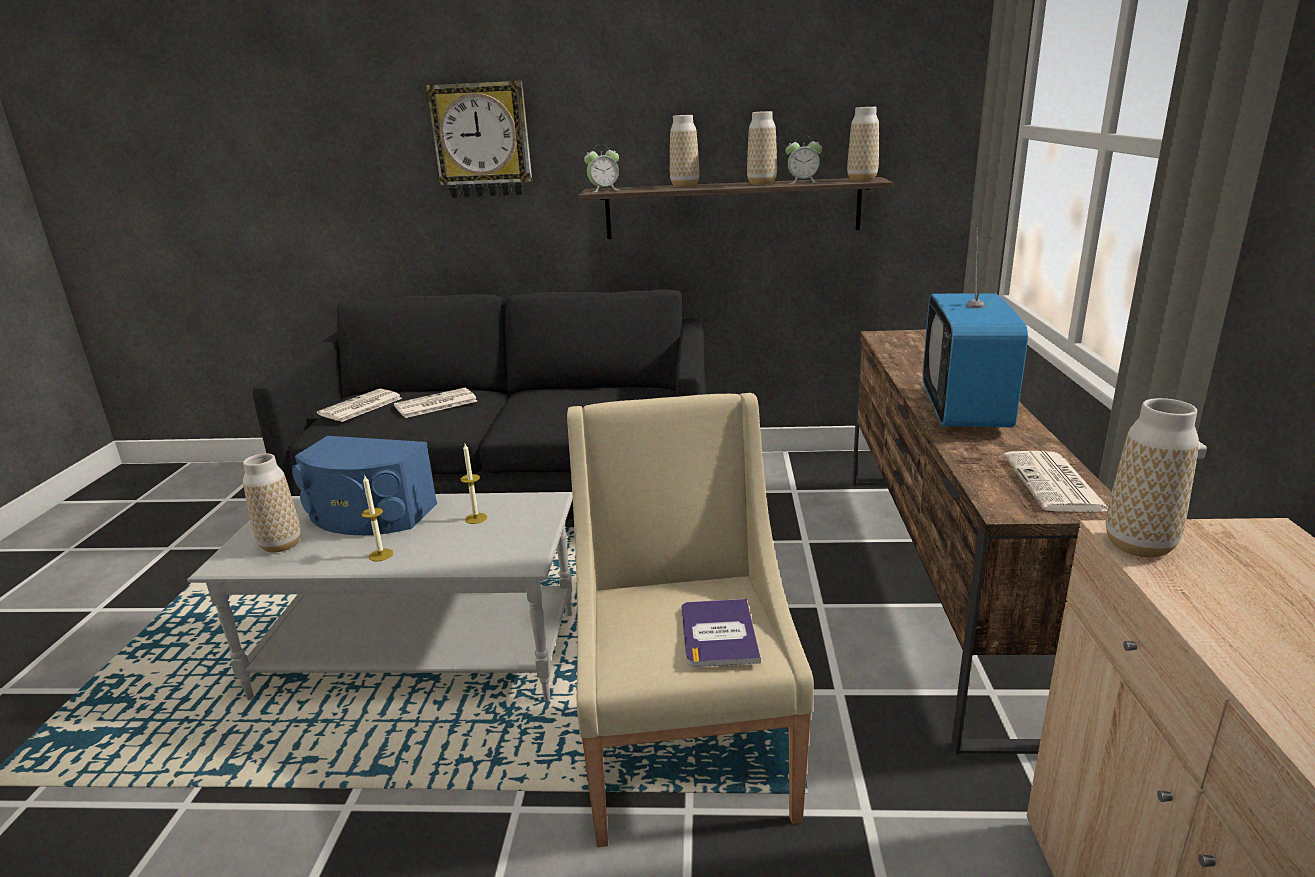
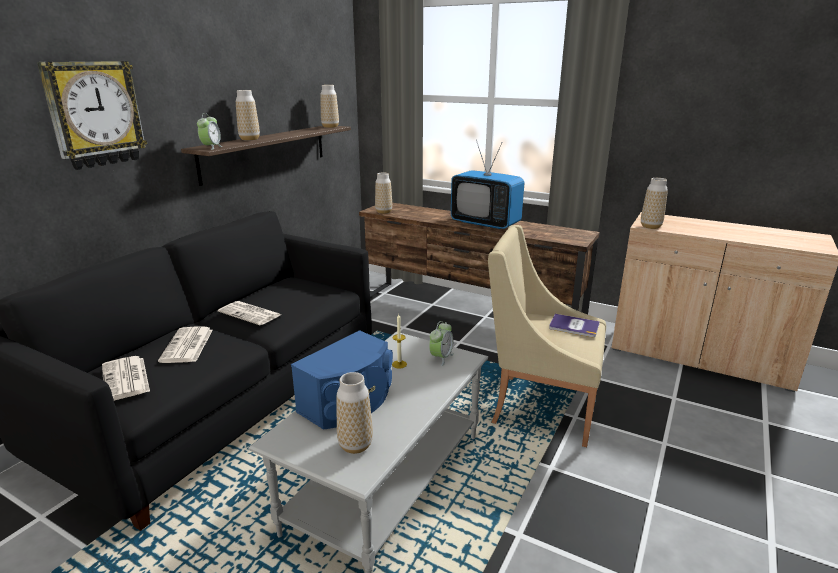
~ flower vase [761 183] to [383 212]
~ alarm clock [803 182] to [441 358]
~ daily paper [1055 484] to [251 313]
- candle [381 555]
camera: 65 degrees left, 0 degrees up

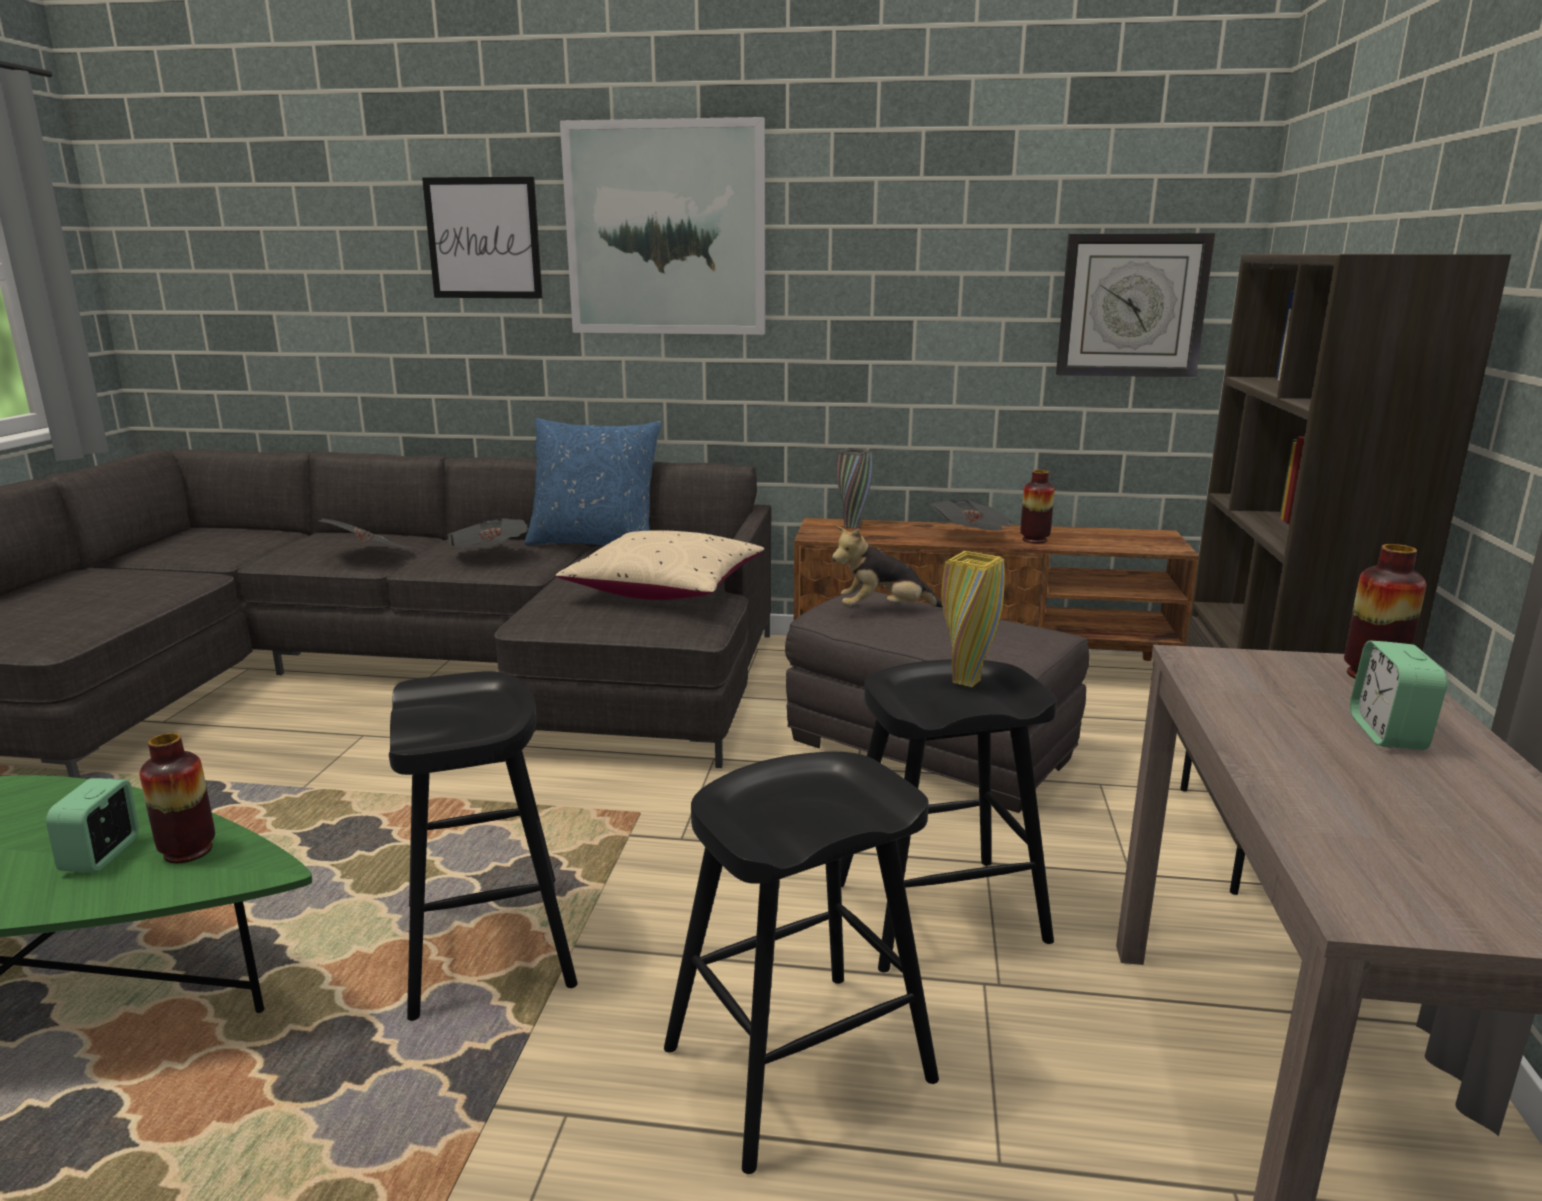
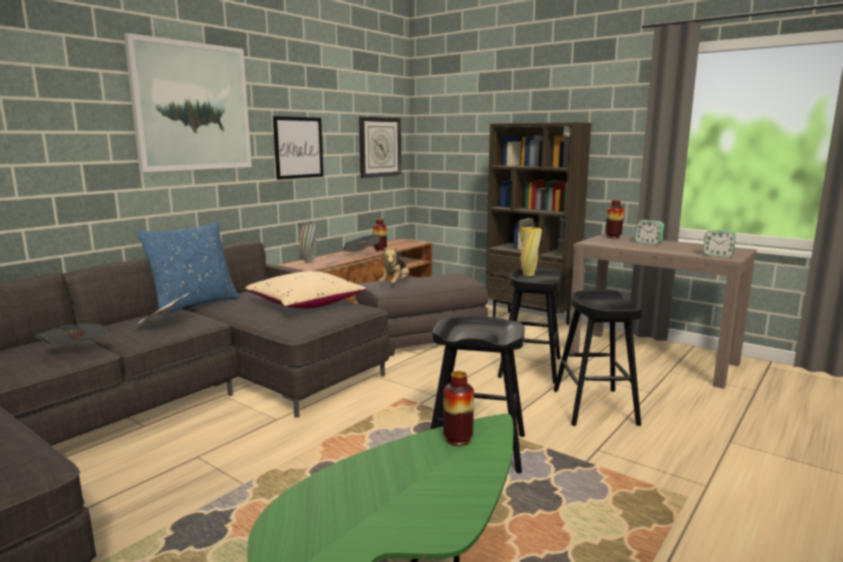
~ wall art [483 238] to [298 147]
~ alarm clock [102 855] to [717 255]
camera: 60 degrees left, 5 degrees down

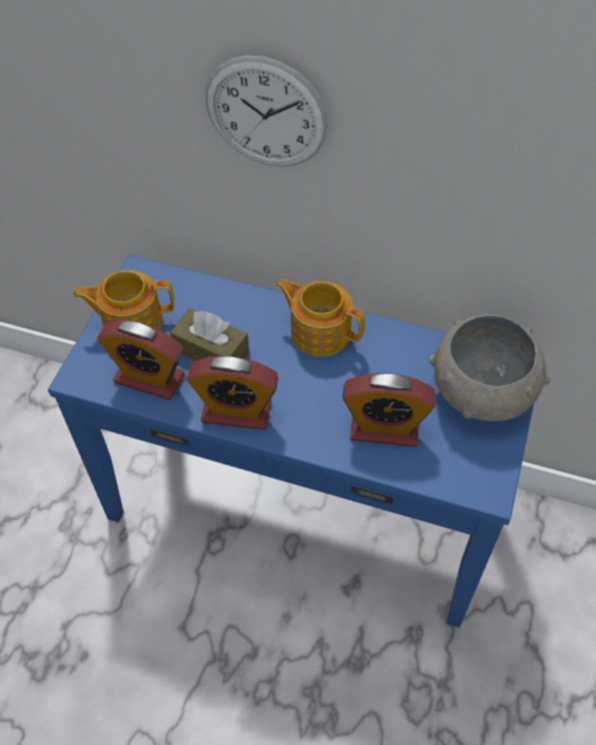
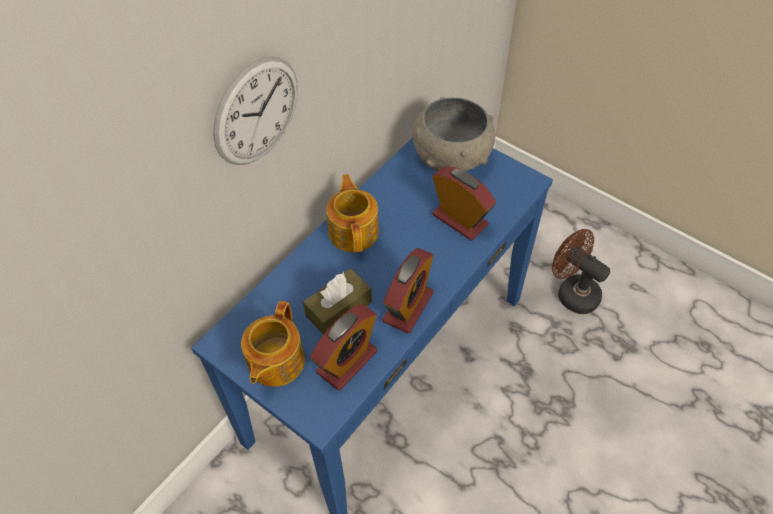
~ tea pot [320 331] = [354 231] 120 degrees clockwise
~ alarm clock [384 428] = [460 220] 75 degrees counterclockwise
+ brownish electric fan [572 292]
camera: 70 degrees left, 0 degrees up

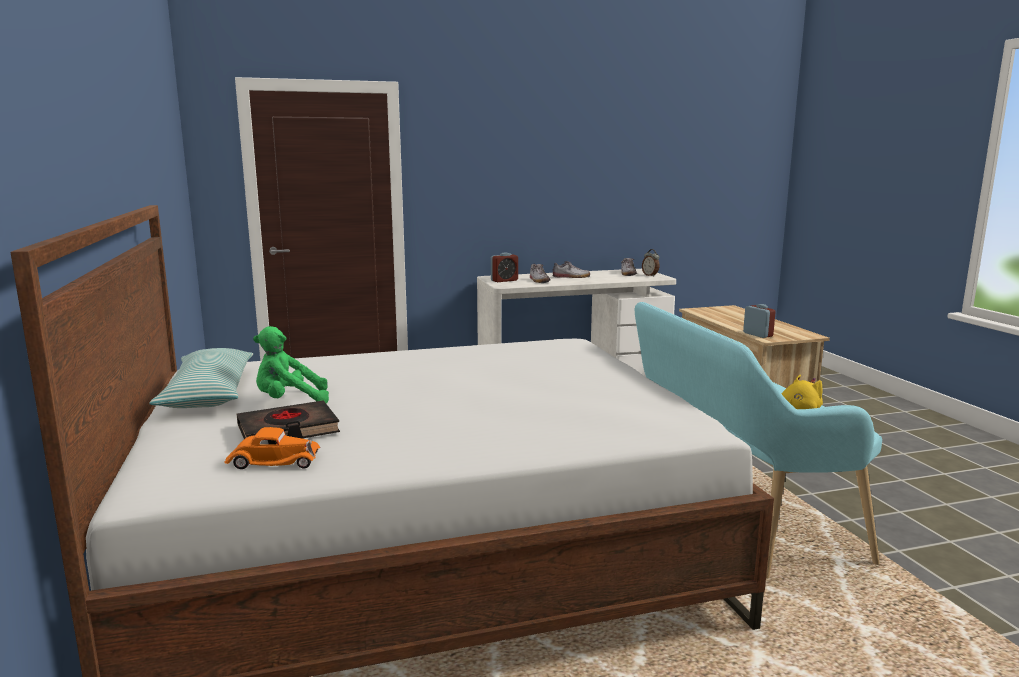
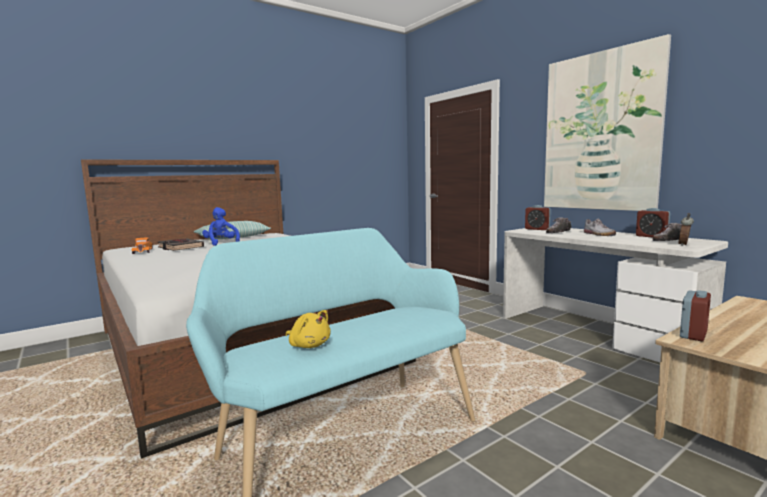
~ green-coloured cuddly toy [290 402] to blue-coloured cuddly toy [221 243]
+ wall art [600 132]
+ alarm clock [651 236]
camera: 70 degrees right, 5 degrees down

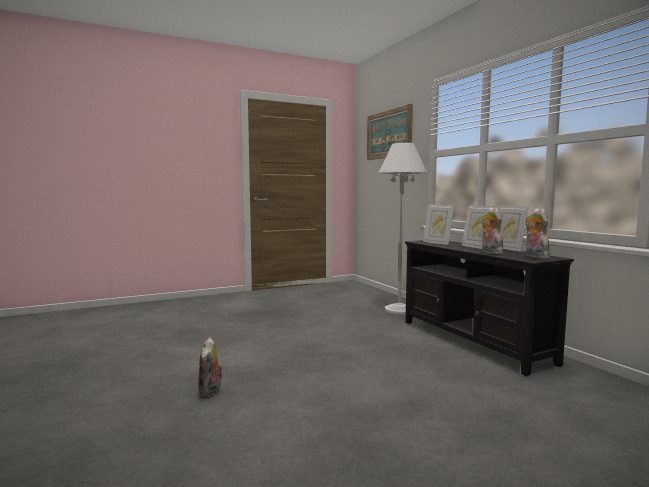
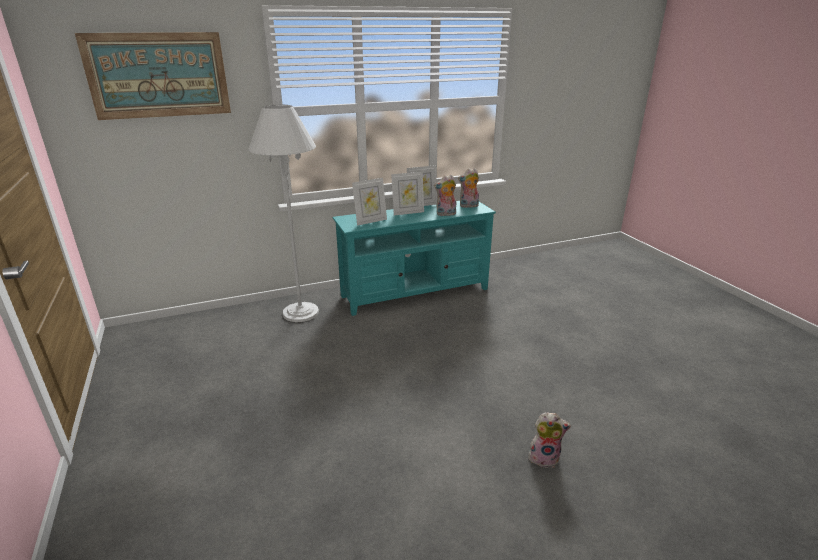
~ black media console [473 341] to turquoise-coloured media console [415 293]
camera: 85 degrees left, 20 degrees up

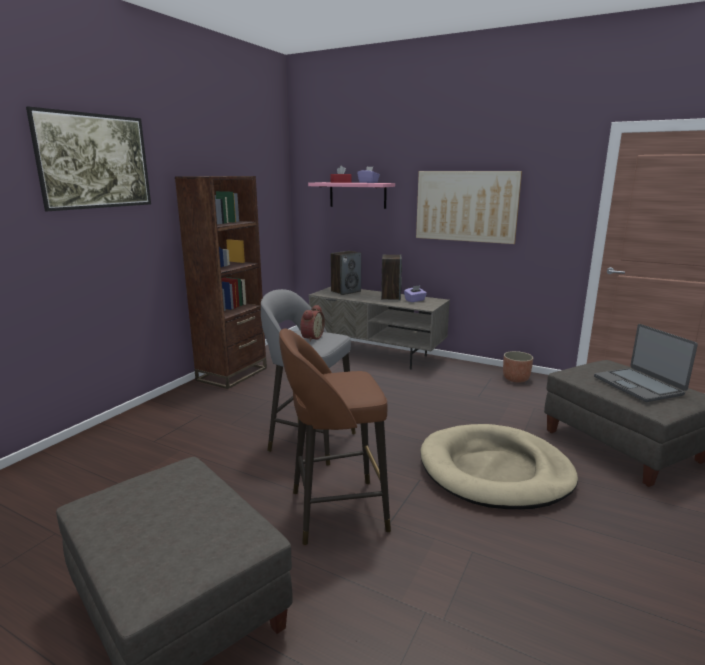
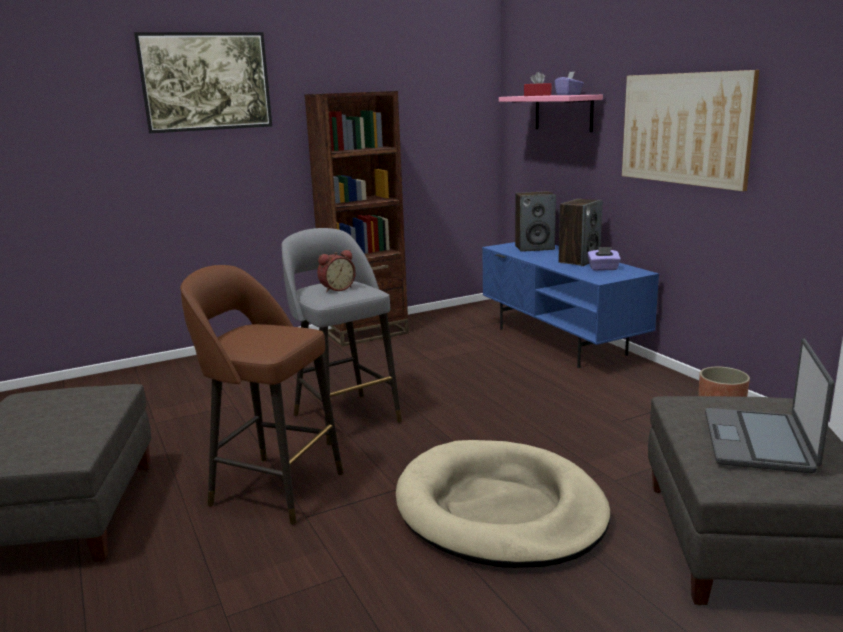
~ grey media console [377 354] to blue-coloured media console [561 341]
camera: 35 degrees right, 0 degrees up

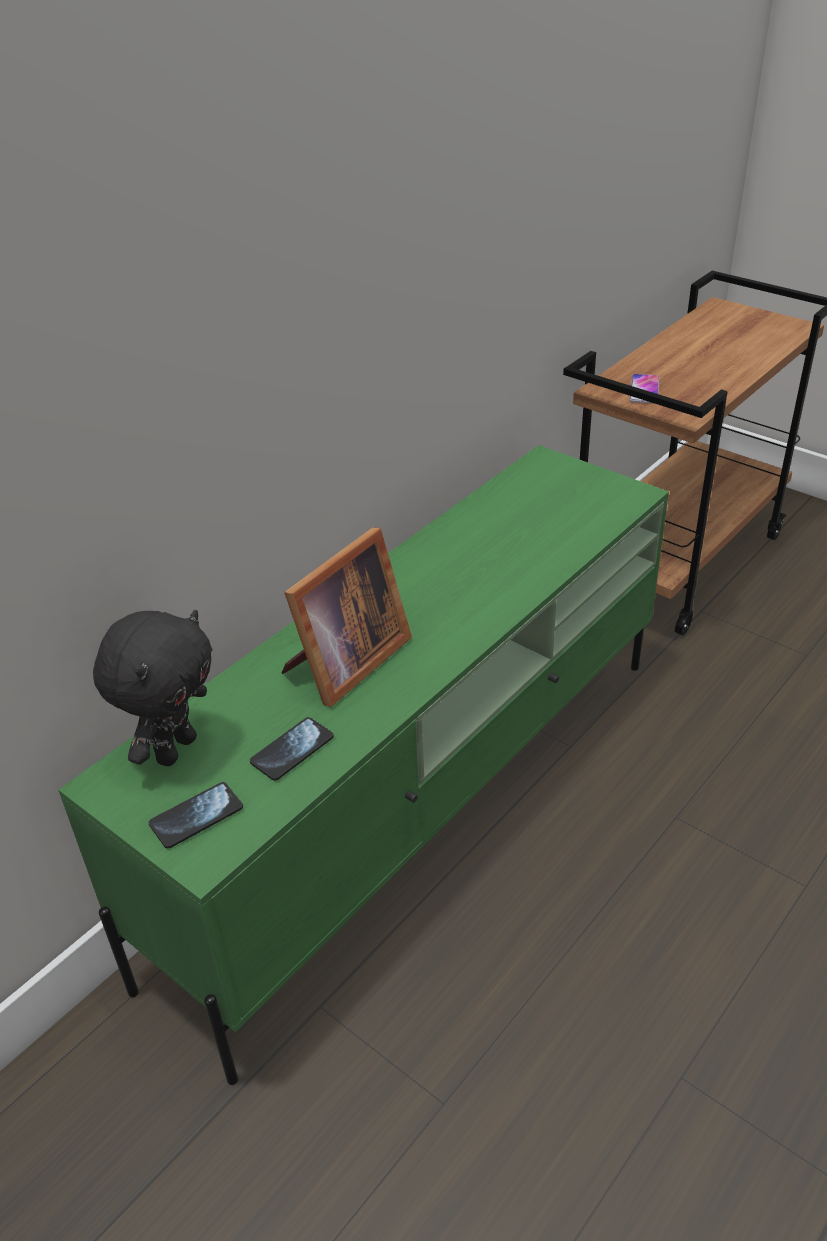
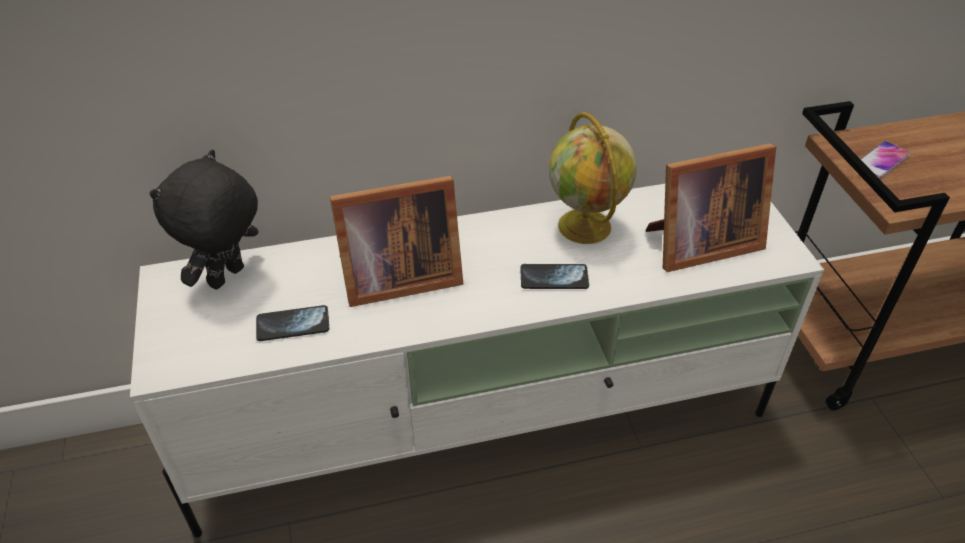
~ green-coloured media console [422 806] to white-coloured media console [485 424]
~ black cuddly toy [175 749] = [228 278] 150 degrees clockwise
~ telephone [196 816] to [554 278]
+ globe [586 227]
+ picture frame [698 245]
camera: 35 degrees right, 5 degrees up

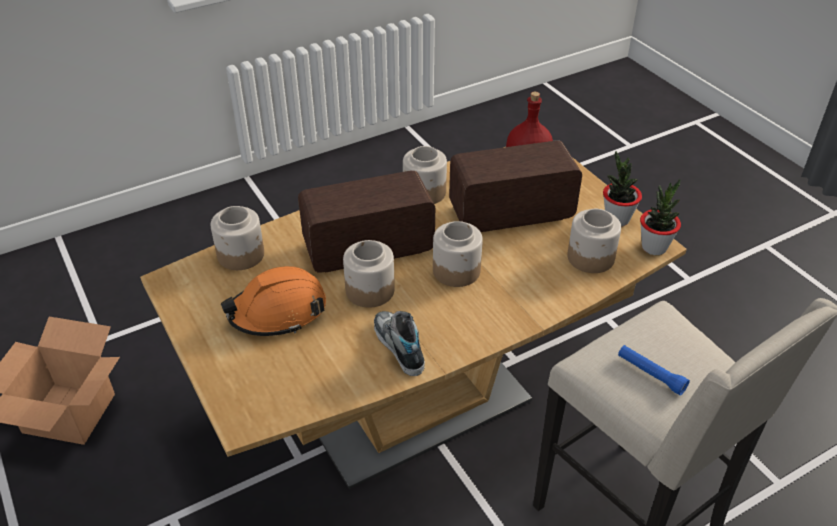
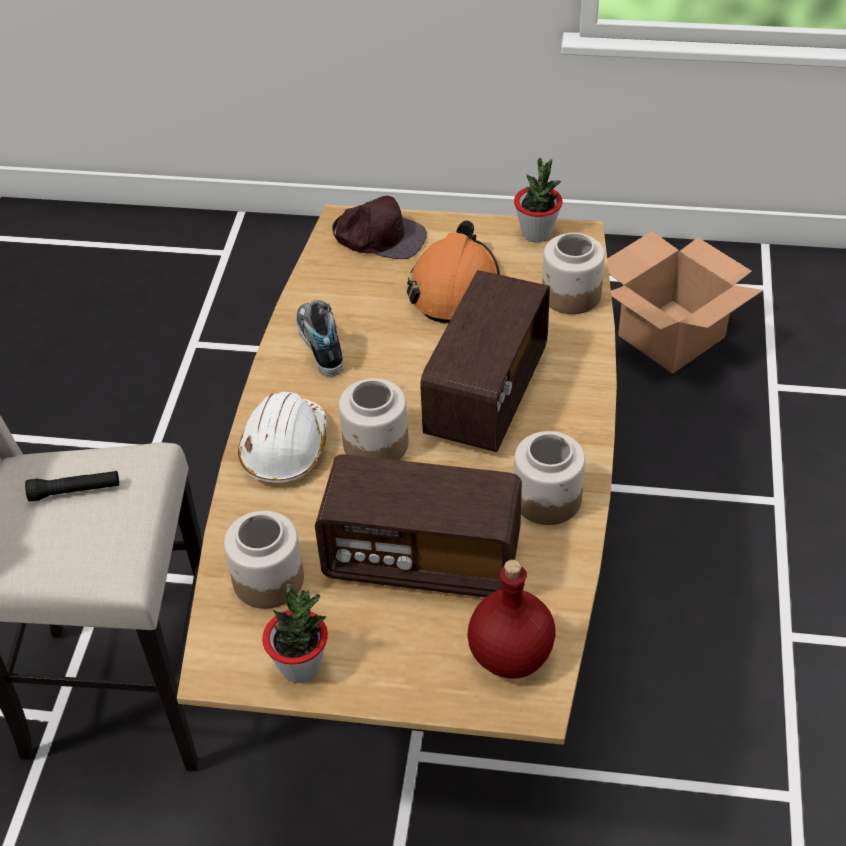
~ radio set [511 213] = [422 559] 75 degrees clockwise
~ houseplant [654 247] to [537 233]
- preserve jar [369 290]
~ shoe [398 347] = [320 344] 120 degrees counterclockwise
~ blue-coloured hand torch [650 374] to black hand torch [75 491]
+ brownish peaked cap [379 236]
+ white-coloured hard hat [285 449]
camera: 130 degrees right, 5 degrees up

